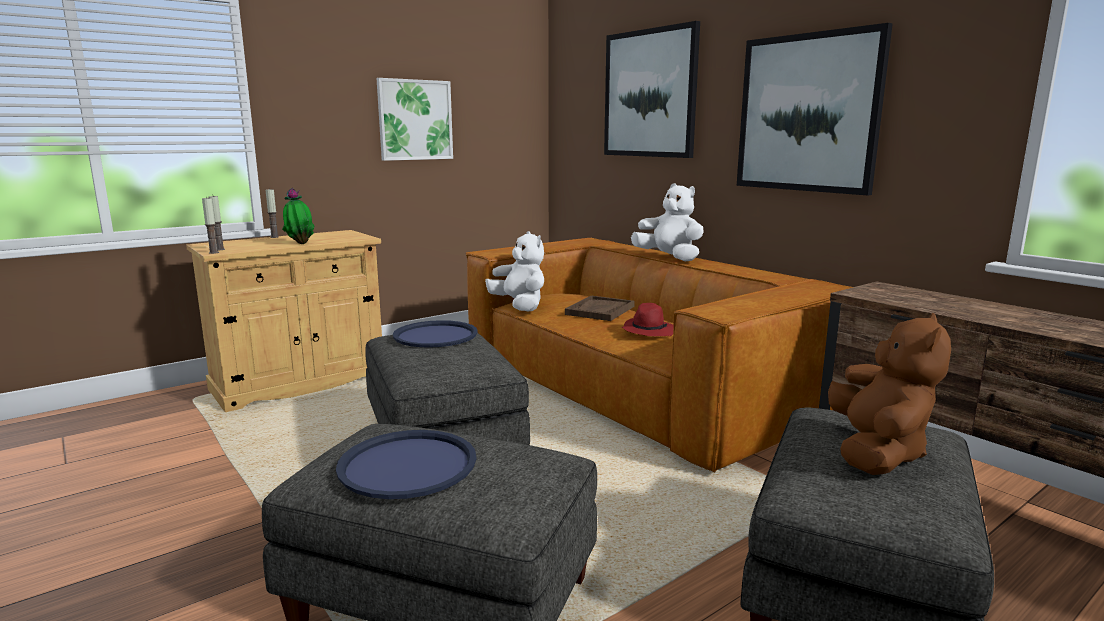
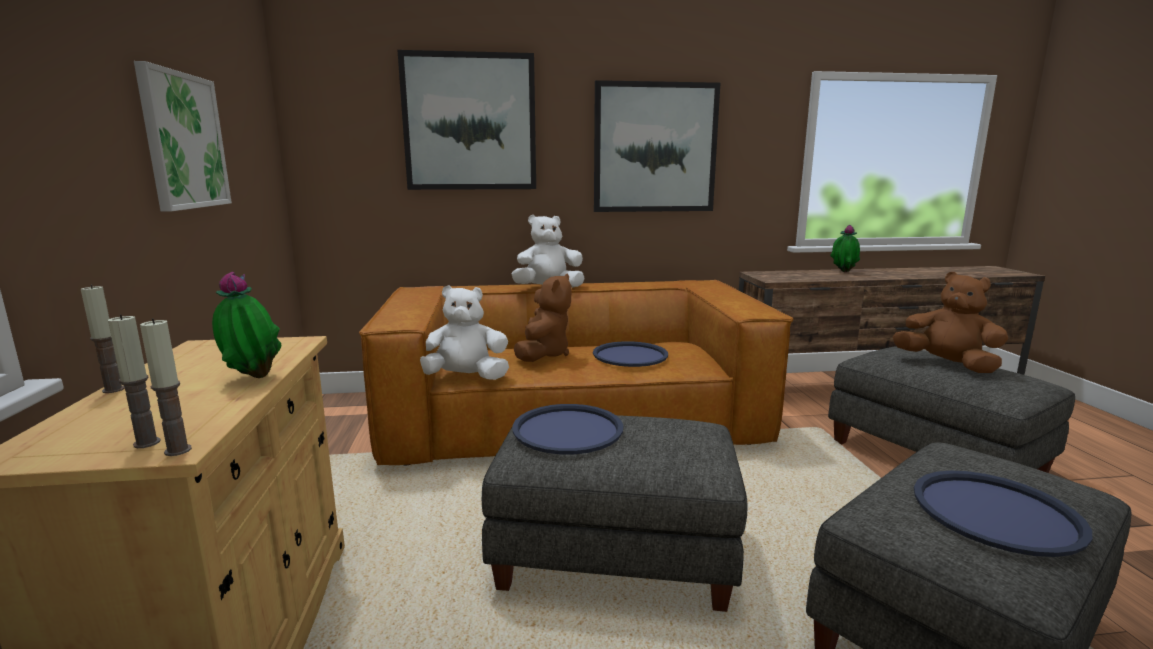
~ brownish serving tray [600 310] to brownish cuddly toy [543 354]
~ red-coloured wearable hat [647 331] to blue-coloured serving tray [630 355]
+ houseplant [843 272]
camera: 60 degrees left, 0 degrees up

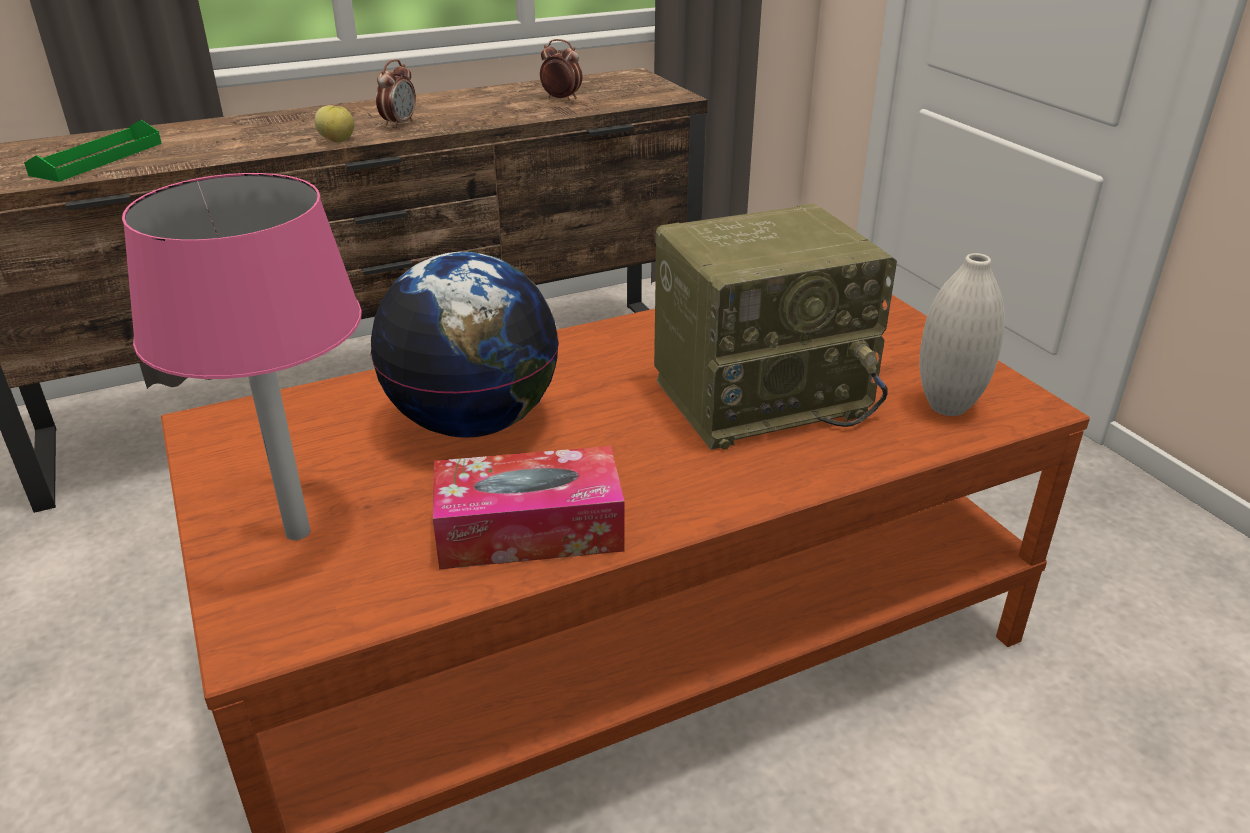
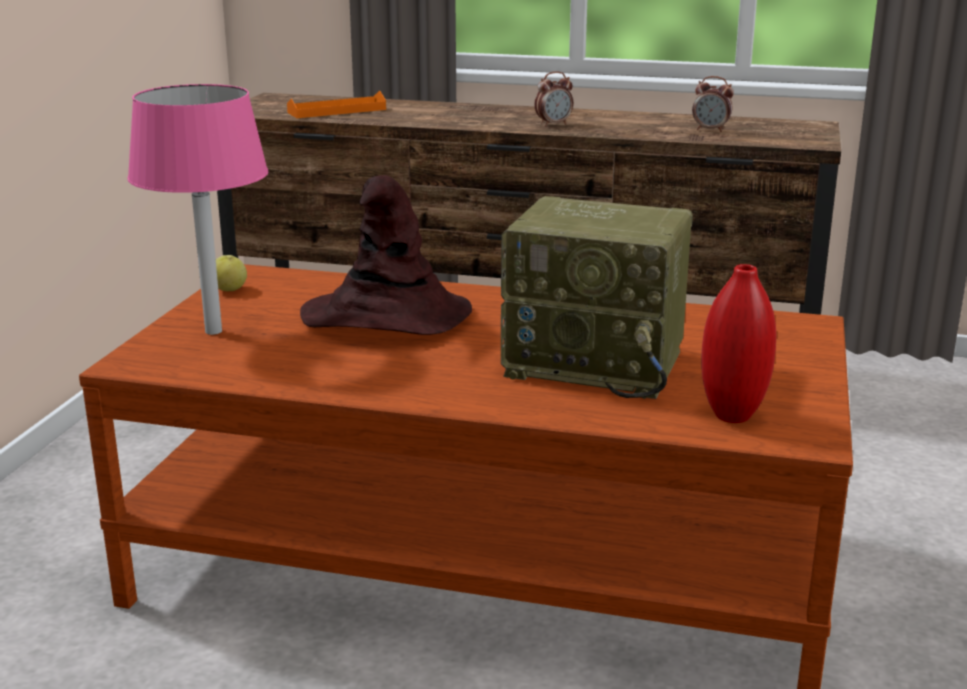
~ alarm clock [561 99] = [711 130] 135 degrees clockwise
~ whole apple [337 141] to [230 289]
~ green-coloured serving tray [98 159] to orange serving tray [337 111]
~ globe [474 422] to brownish wearable hat [385 317]
~ white-coloured flower vase [947 407] to red-coloured flower vase [732 416]
- tissue box [529 529]
camera: 40 degrees right, 10 degrees down

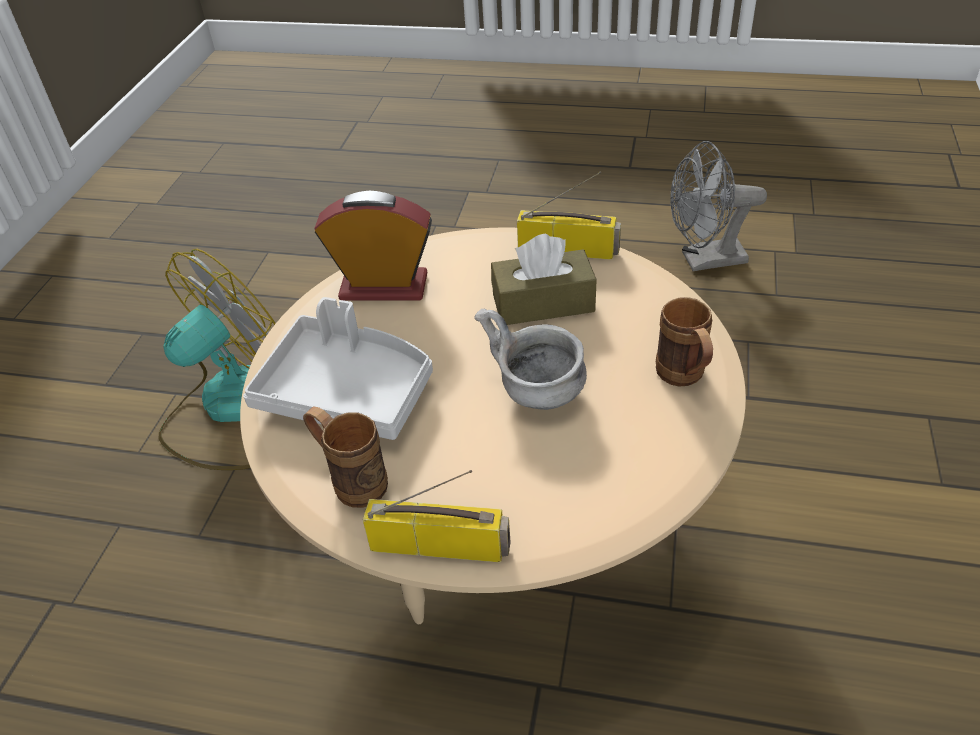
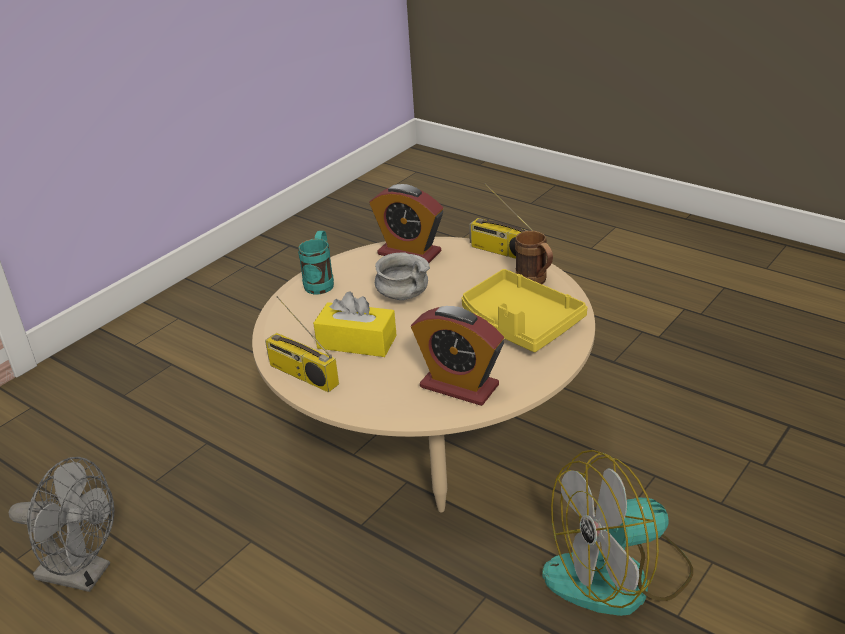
~ brownish tissue box [543 303] to yellow tissue box [357 342]
~ grey serving tray [347 392] to yellow serving tray [519 324]
~ brownish mug [684 378] to turquoise-coloured mug [321 282]
+ alarm clock [409 253]
camera: 155 degrees left, 10 degrees down

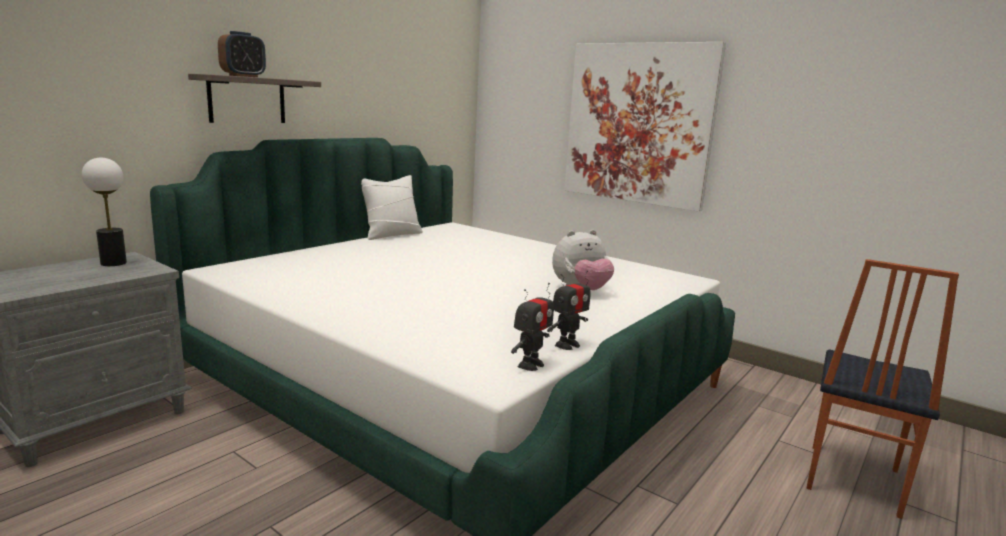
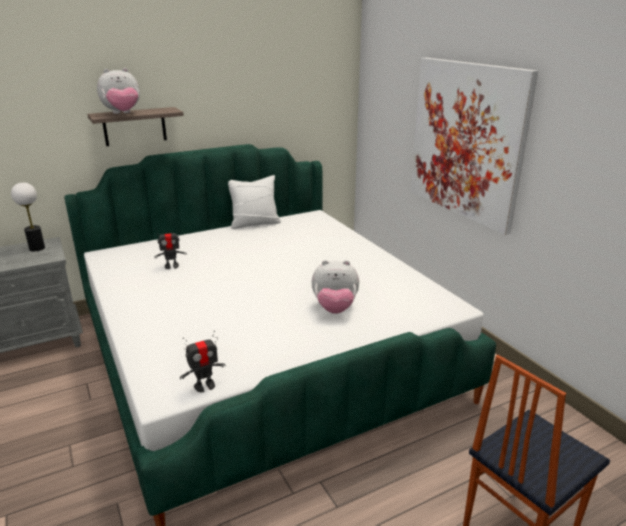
~ alarm clock [243 76] to cuddly toy [122 113]
~ toy robot [567 345] to [171 266]
camera: 25 degrees right, 10 degrees up

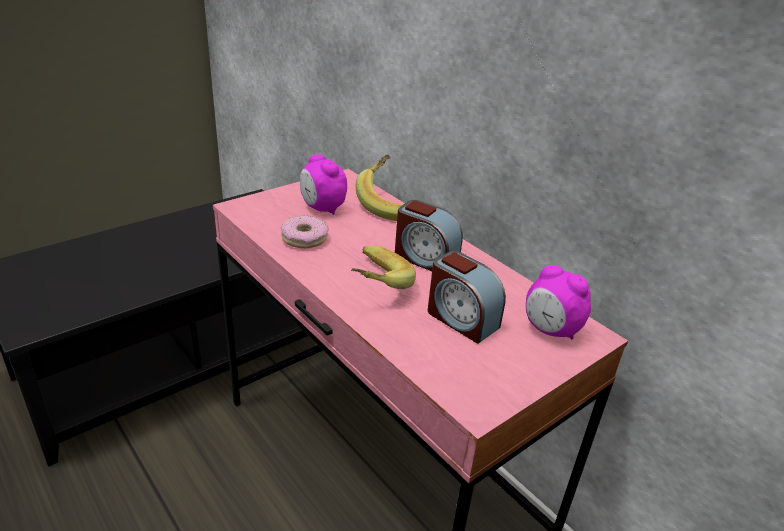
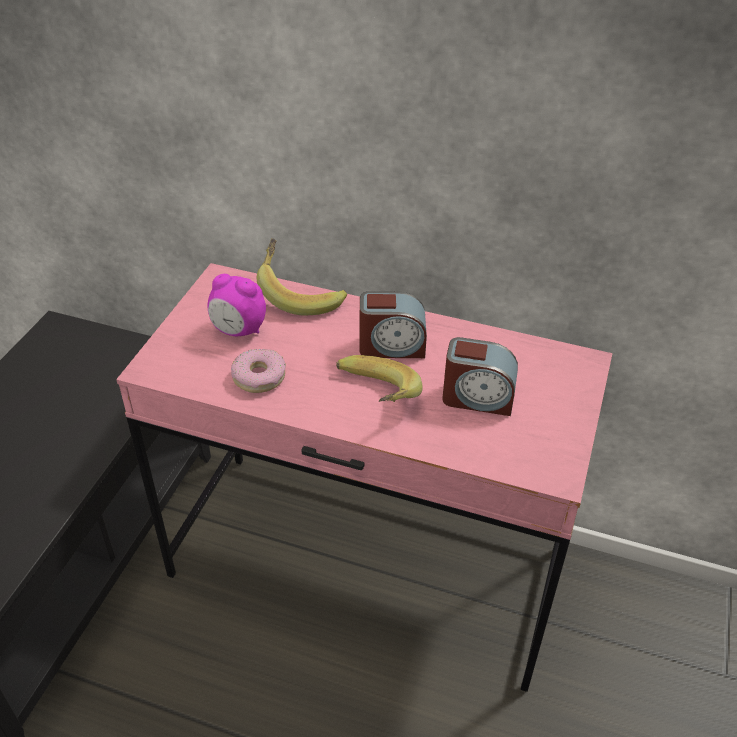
- alarm clock [550 330]
camera: 30 degrees left, 10 degrees up

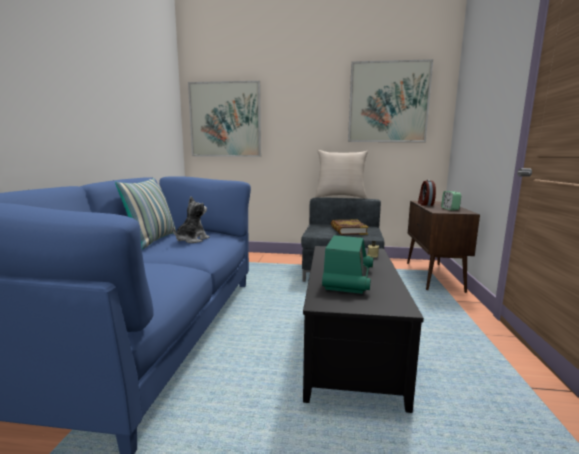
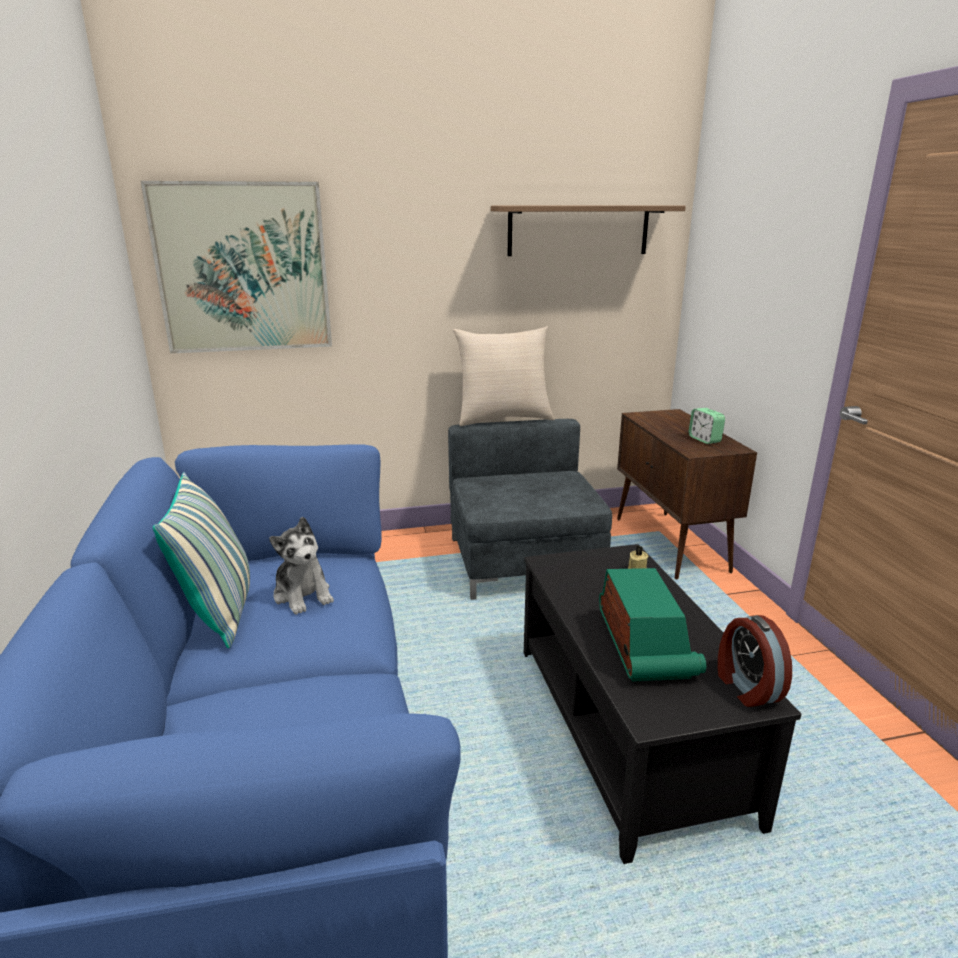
~ wall art [388 102] to wall shelf [578 230]
~ alarm clock [425 204] to [746 687]
~ cuddly toy [191 240] = [303 595] 135 degrees clockwise
- bound book [348 230]
camera: 20 degrees left, 10 degrees up

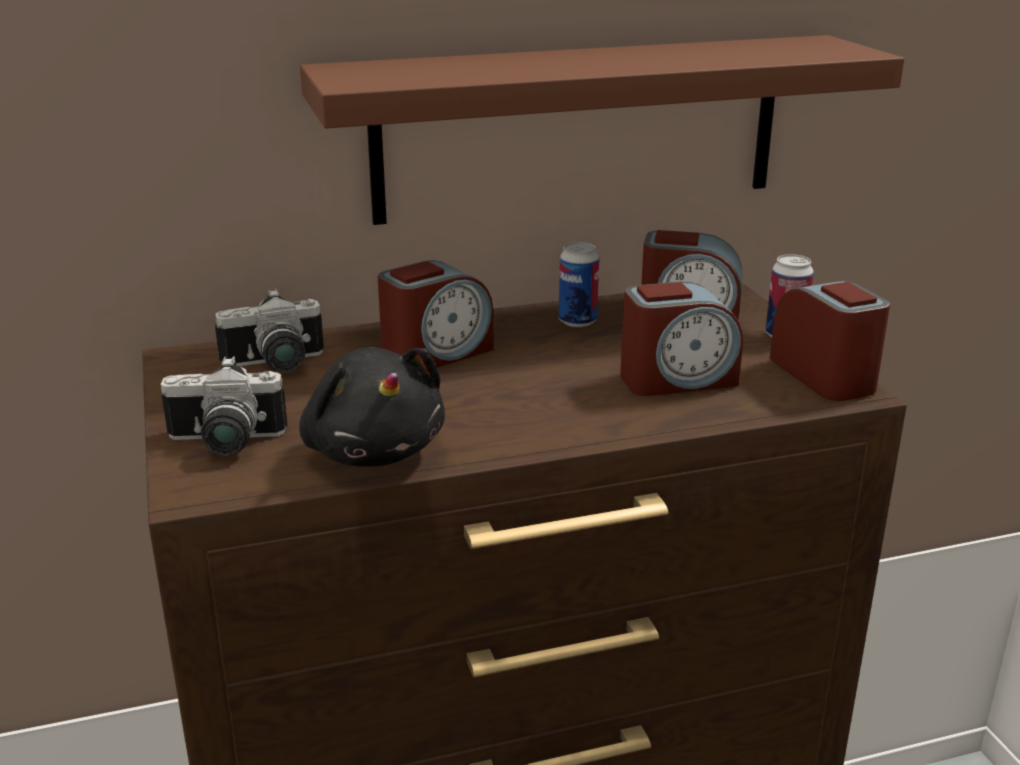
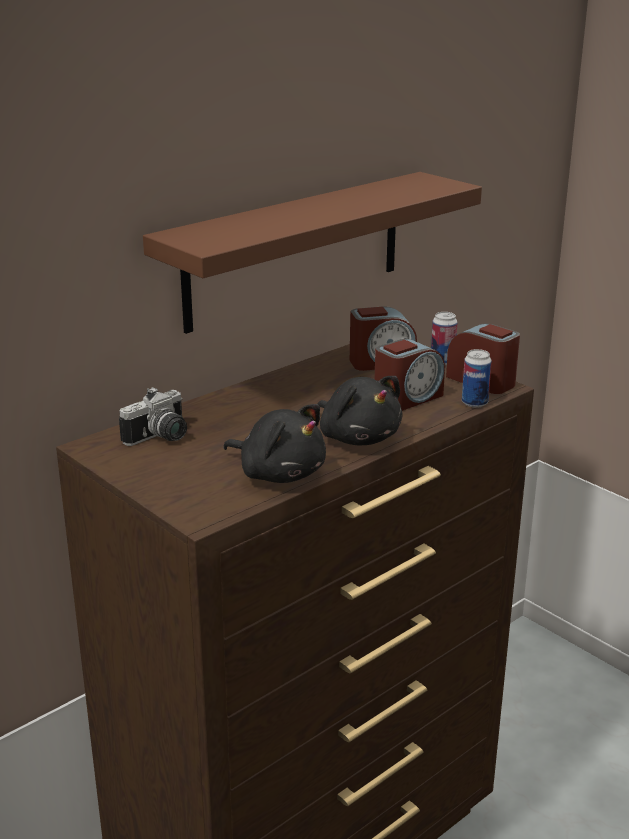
~ metal can [577 321] to [474 403]
- alarm clock [436 354]
- photo camera [224 443]
+ black cuddly toy [358 437]
camera: 25 degrees left, 0 degrees up

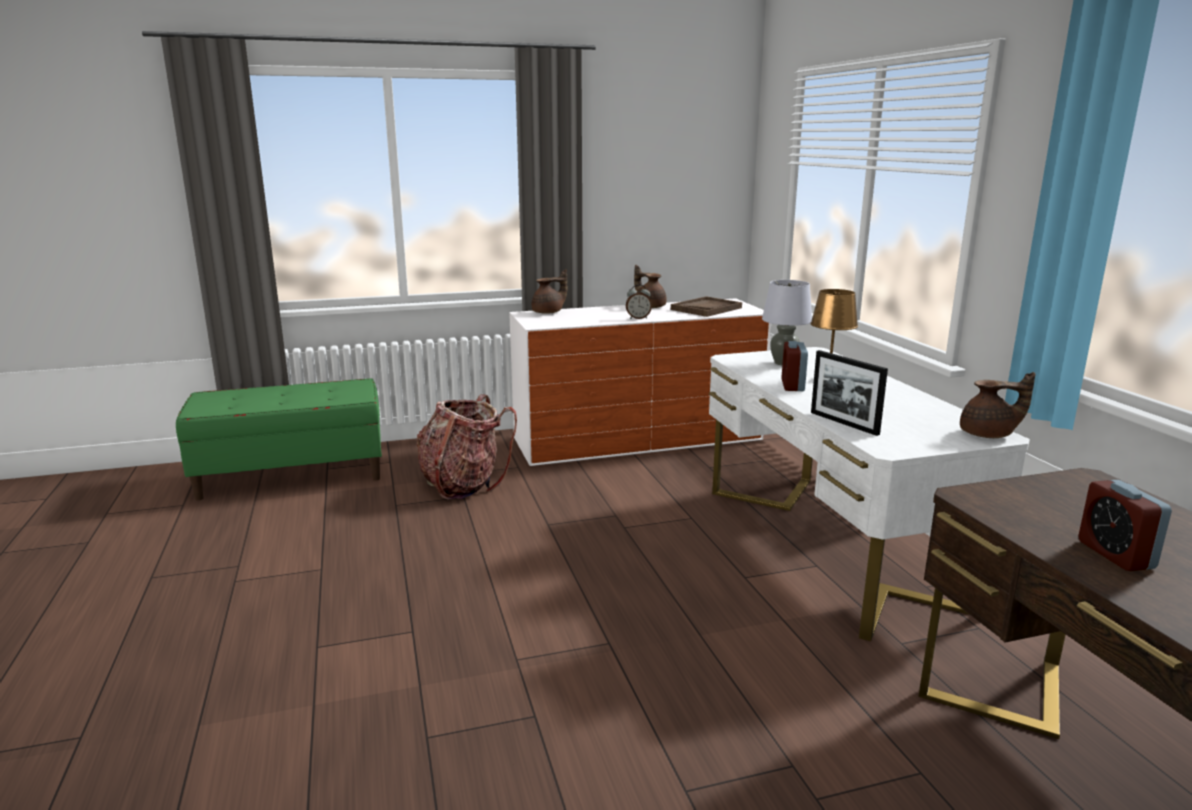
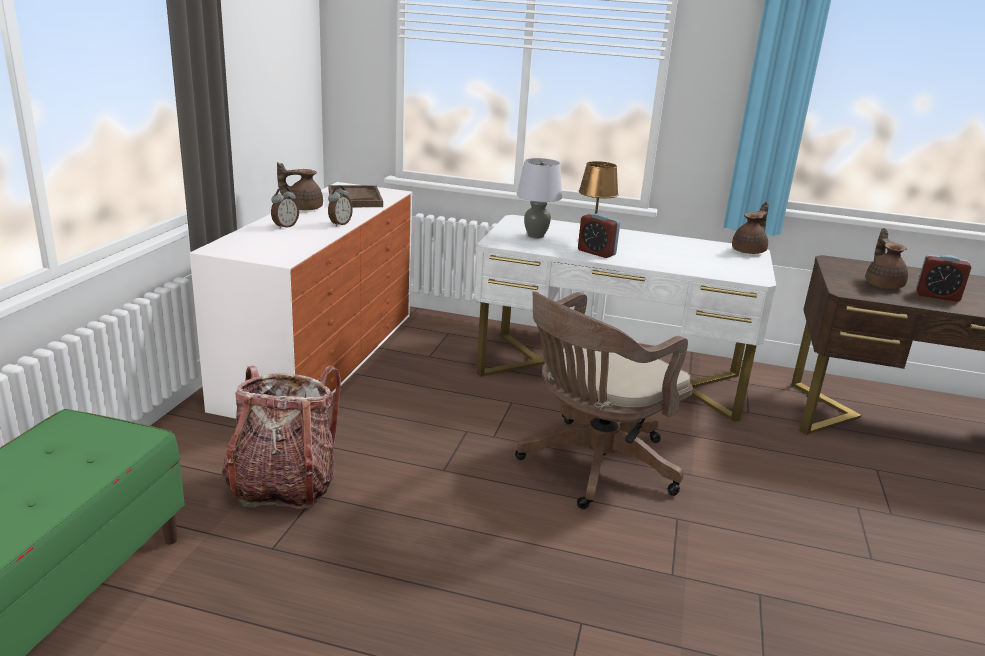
~ brownish tea pot [549 312] to [883 284]
- picture frame [844 423]
+ alarm clock [285 226]
+ brownish computer chair [592 466]
camera: 60 degrees left, 5 degrees up

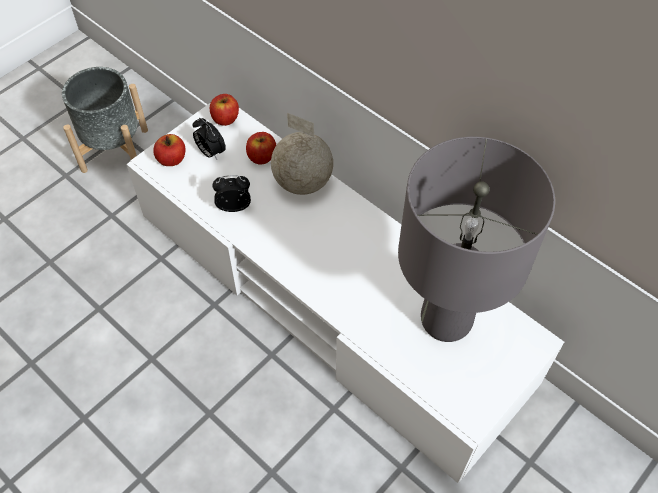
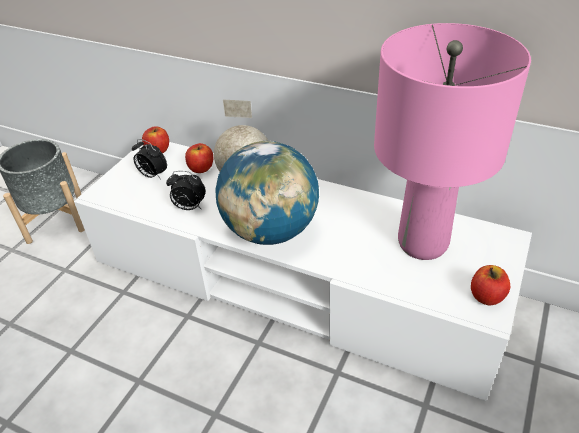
~ whole apple [172 159] to [487 296]
~ grey tabletop lamp [447 320] to pinkish tabletop lamp [423 243]
~ alarm clock [234 206] = [189 207] 150 degrees counterclockwise
+ globe [270 231]
camera: 15 degrees left, 15 degrees down

